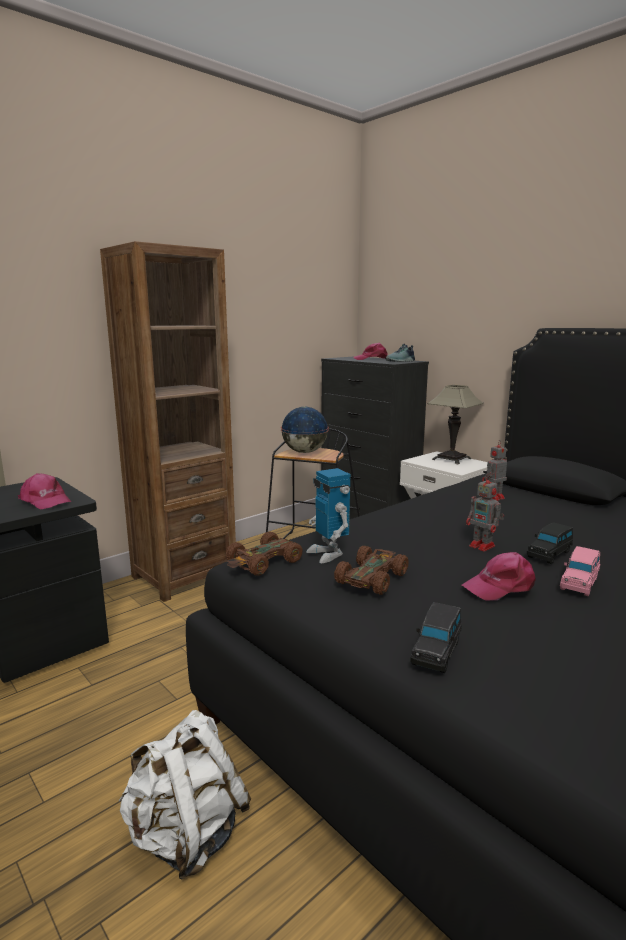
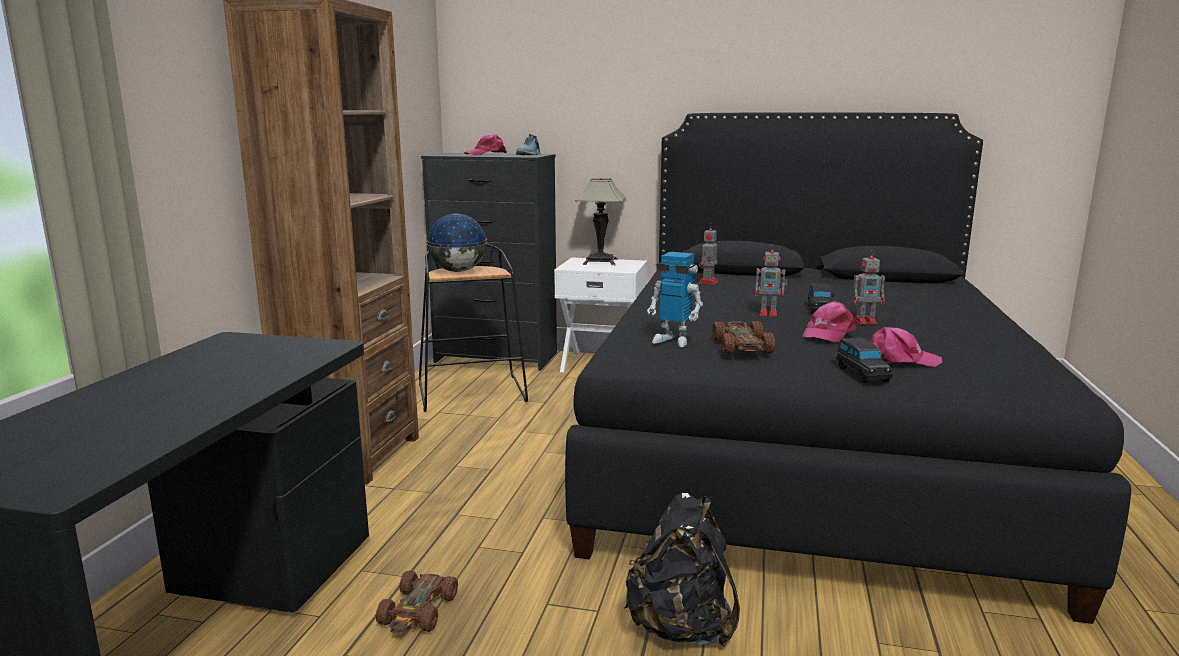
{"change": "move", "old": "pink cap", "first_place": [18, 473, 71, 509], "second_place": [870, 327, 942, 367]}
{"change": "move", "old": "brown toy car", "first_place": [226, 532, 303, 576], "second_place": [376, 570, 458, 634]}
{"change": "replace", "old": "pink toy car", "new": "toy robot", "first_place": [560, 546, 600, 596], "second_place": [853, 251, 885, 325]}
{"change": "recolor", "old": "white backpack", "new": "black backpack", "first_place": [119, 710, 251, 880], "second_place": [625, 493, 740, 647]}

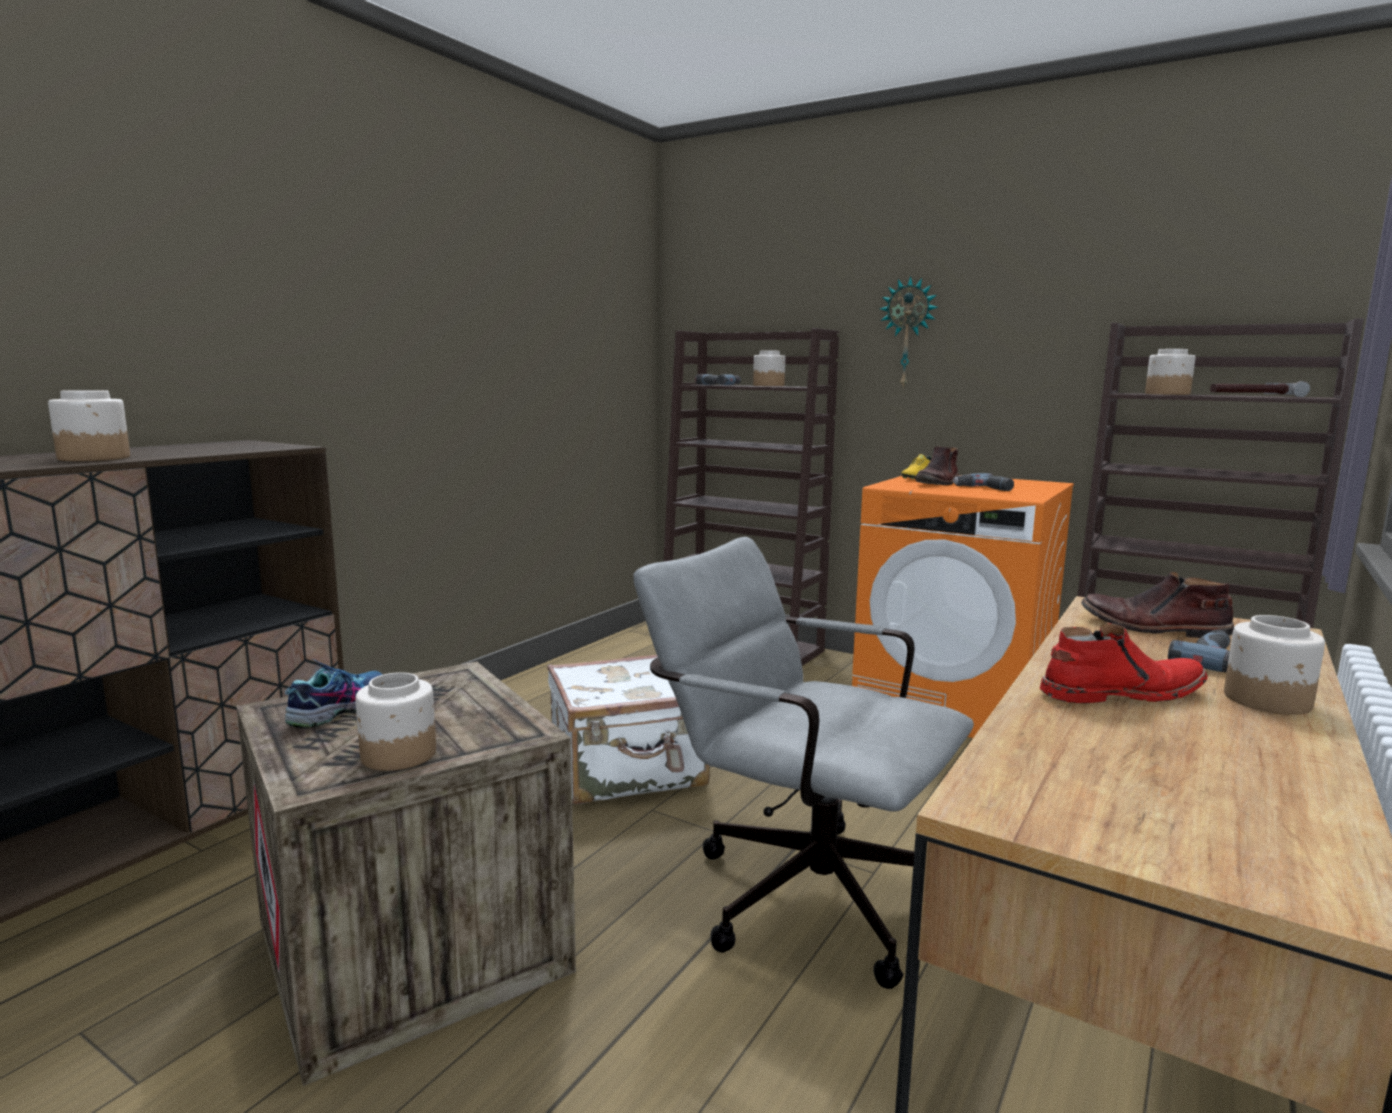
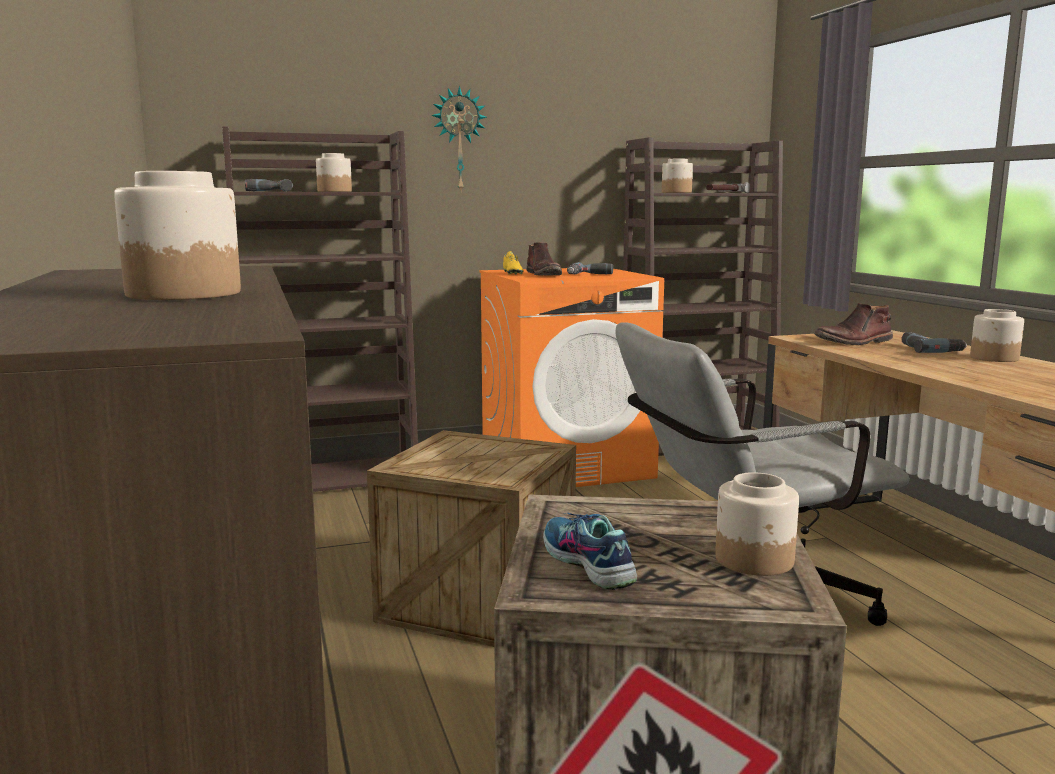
{"change": "delete", "old": "red boot", "first_place": [1040, 623, 1207, 703]}
{"change": "replace", "old": "white suitcase", "new": "crate", "first_place": [548, 655, 710, 805], "second_place": [367, 430, 576, 647]}

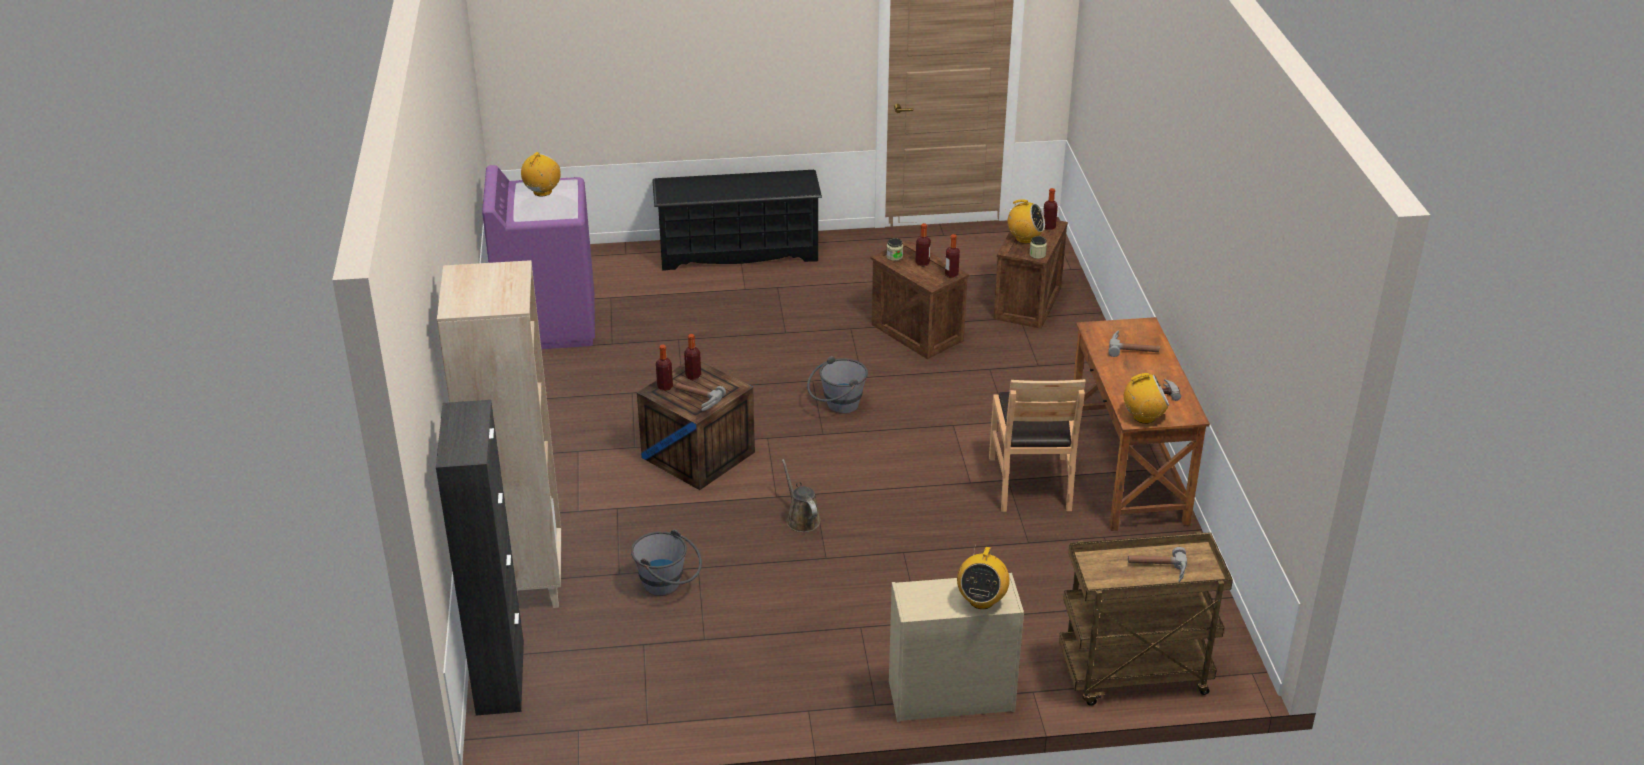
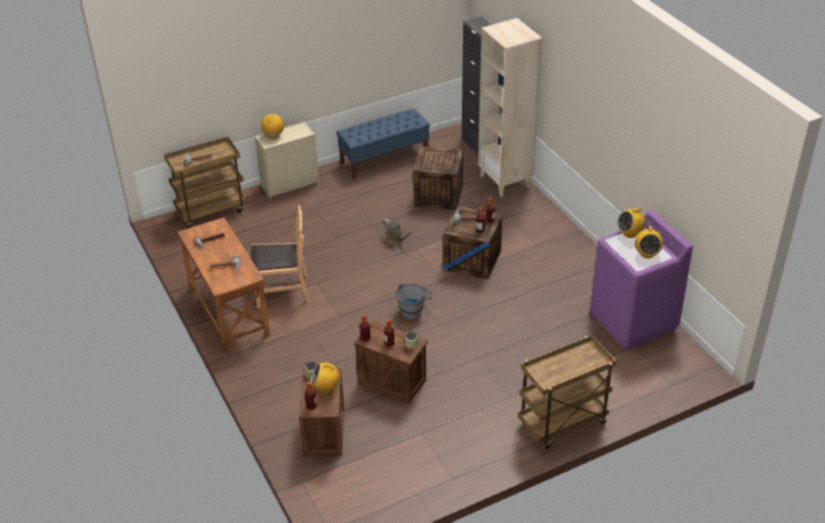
{"change": "insert", "new": "blue bench", "second_place": [336, 108, 430, 179]}
{"change": "move", "old": "radio", "first_place": [1124, 373, 1169, 424], "second_place": [617, 208, 645, 238]}
{"change": "replace", "old": "grey bucket", "new": "crate", "first_place": [631, 529, 702, 596], "second_place": [413, 146, 463, 210]}
{"change": "replace", "old": "black shoe rack", "new": "brown cart", "first_place": [652, 170, 822, 271], "second_place": [518, 335, 616, 449]}
{"change": "rotate", "old": "brown chair", "first_place": [989, 379, 1086, 512], "second_place": [251, 205, 309, 308], "degrees": 105}

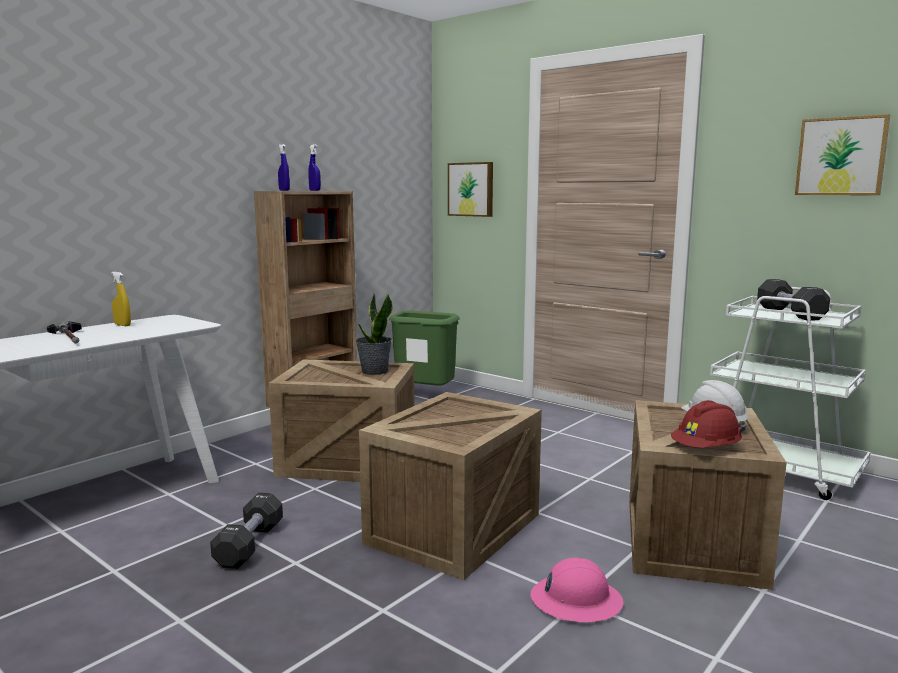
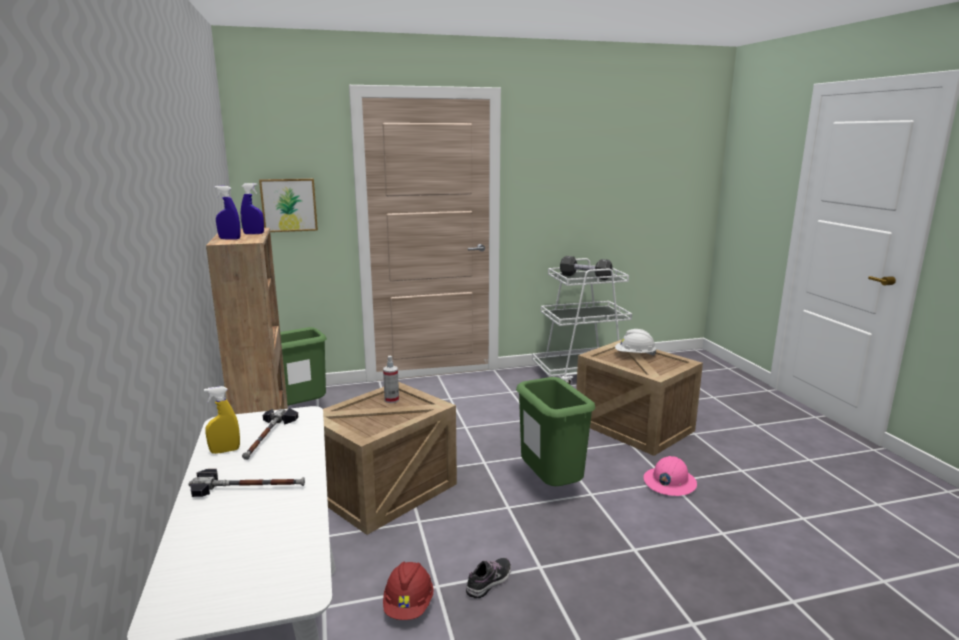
{"change": "delete", "old": "picture", "first_place": [795, 114, 890, 195]}
{"change": "insert", "new": "hammer", "second_place": [242, 408, 298, 460]}
{"change": "move", "old": "red hard hat", "first_place": [671, 400, 742, 448], "second_place": [383, 562, 434, 620]}
{"change": "replace", "old": "black dumbbell", "new": "shoe", "first_place": [210, 493, 283, 569], "second_place": [466, 558, 511, 598]}
{"change": "replace", "old": "potted plant", "new": "spray bottle", "first_place": [356, 294, 392, 375], "second_place": [383, 356, 399, 403]}
{"change": "replace", "old": "crate", "new": "green trash can", "first_place": [359, 392, 542, 580], "second_place": [516, 377, 595, 486]}

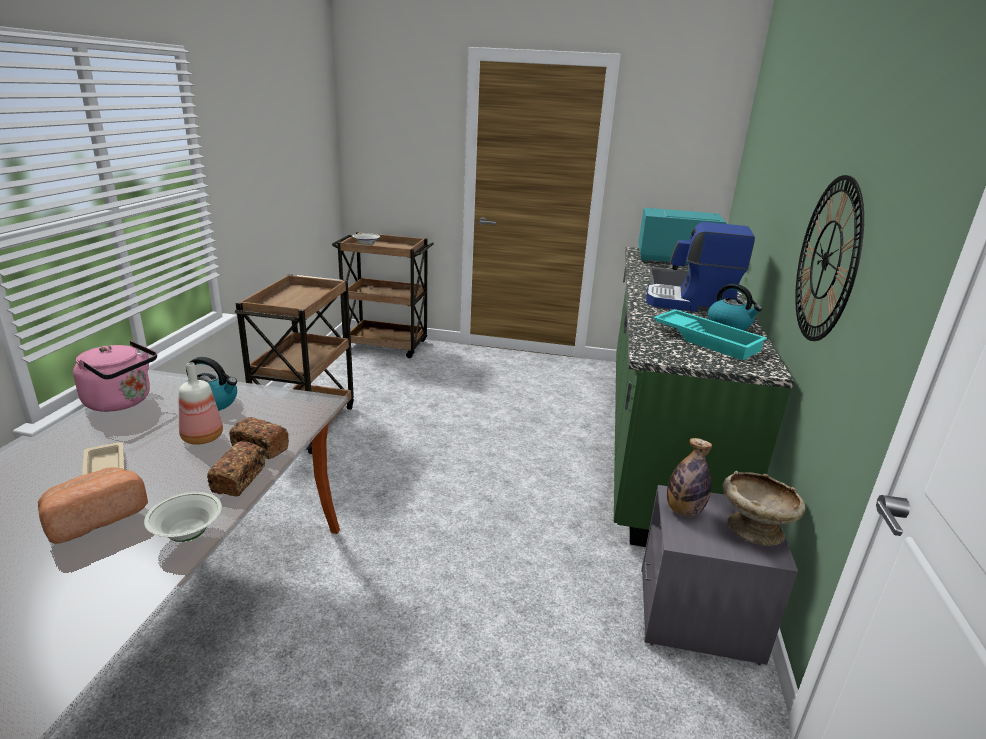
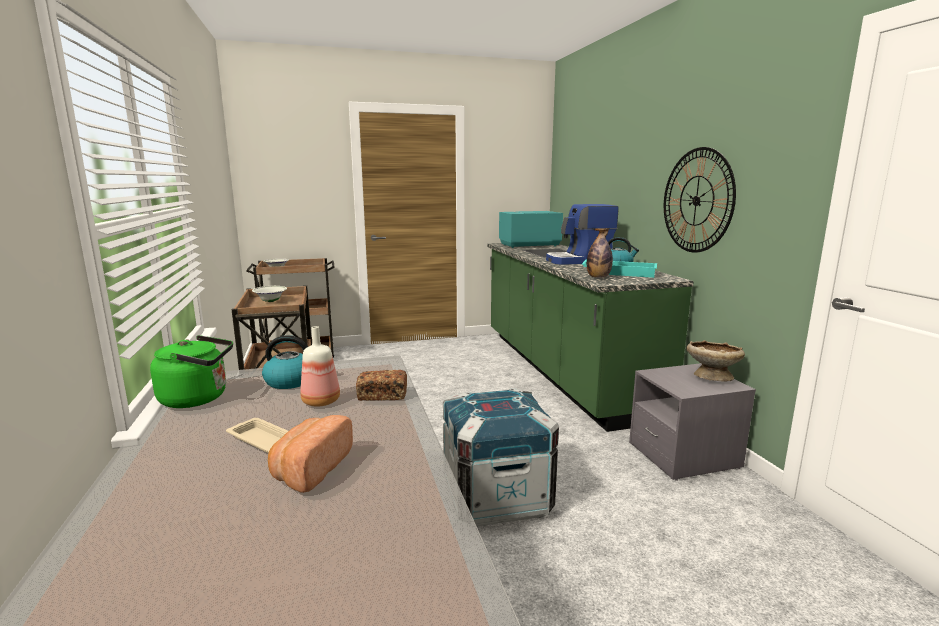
{"change": "delete", "old": "bread", "first_place": [207, 441, 266, 496]}
{"change": "insert", "new": "crate", "second_place": [443, 388, 559, 527]}
{"change": "move", "old": "white bowl", "first_place": [144, 492, 222, 542], "second_place": [252, 286, 287, 302]}
{"change": "move", "old": "bottle", "first_place": [667, 438, 712, 516], "second_place": [587, 228, 613, 278]}
{"change": "recolor", "old": "pink kettle", "new": "green kettle", "first_place": [73, 341, 157, 412], "second_place": [150, 335, 233, 408]}

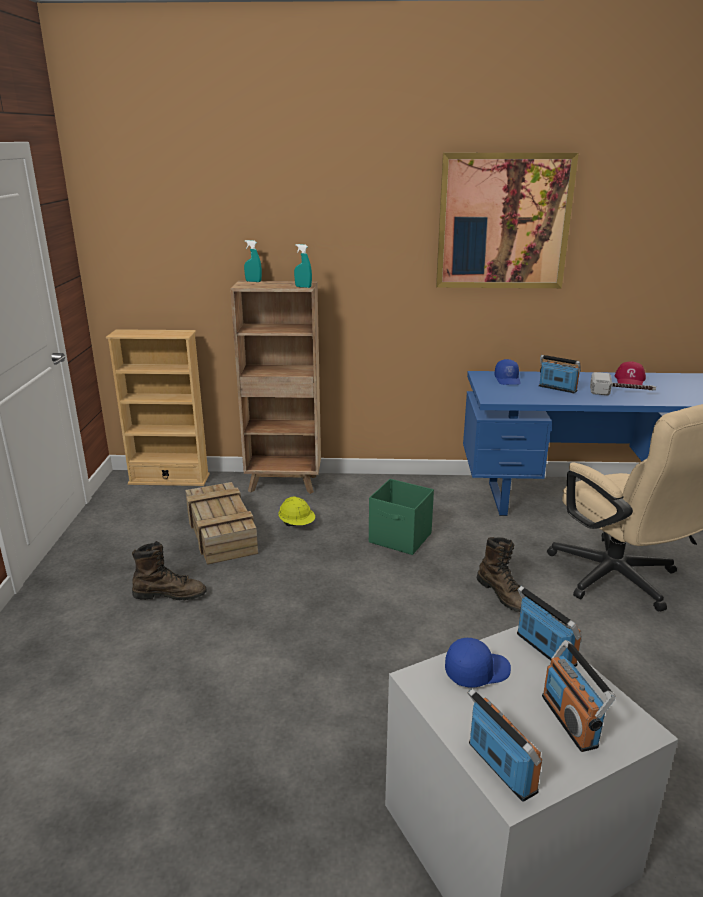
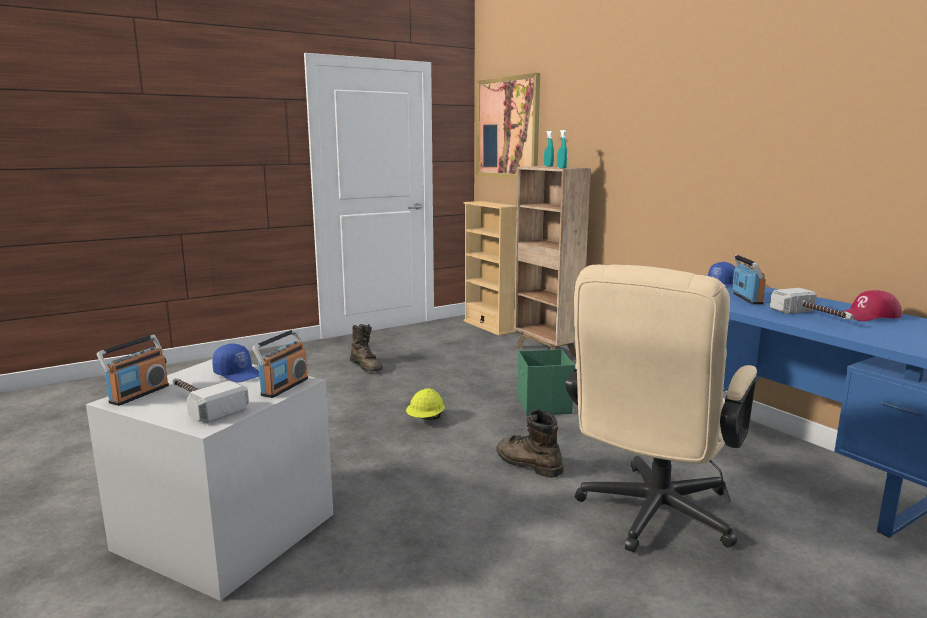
{"change": "delete", "old": "crate", "first_place": [185, 482, 258, 565]}
{"change": "move", "old": "yellow hard hat", "first_place": [278, 497, 315, 526], "second_place": [406, 388, 445, 420]}
{"change": "move", "old": "picture", "first_place": [436, 153, 579, 288], "second_place": [477, 73, 540, 179]}
{"change": "replace", "old": "radio", "new": "hammer", "first_place": [542, 640, 616, 752], "second_place": [173, 378, 249, 423]}
{"change": "rotate", "old": "brown boot", "first_place": [477, 537, 522, 612], "second_place": [496, 409, 563, 478], "degrees": 105}

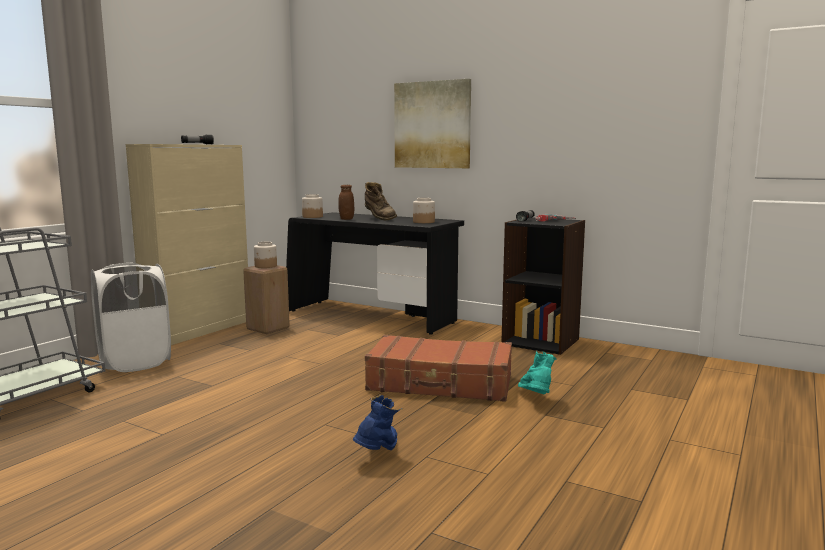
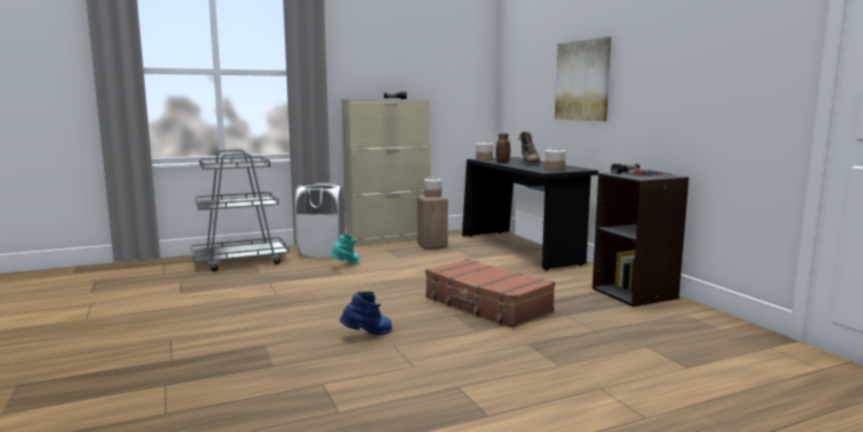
{"change": "move", "old": "turquoise boot", "first_place": [518, 350, 557, 395], "second_place": [329, 234, 359, 264]}

